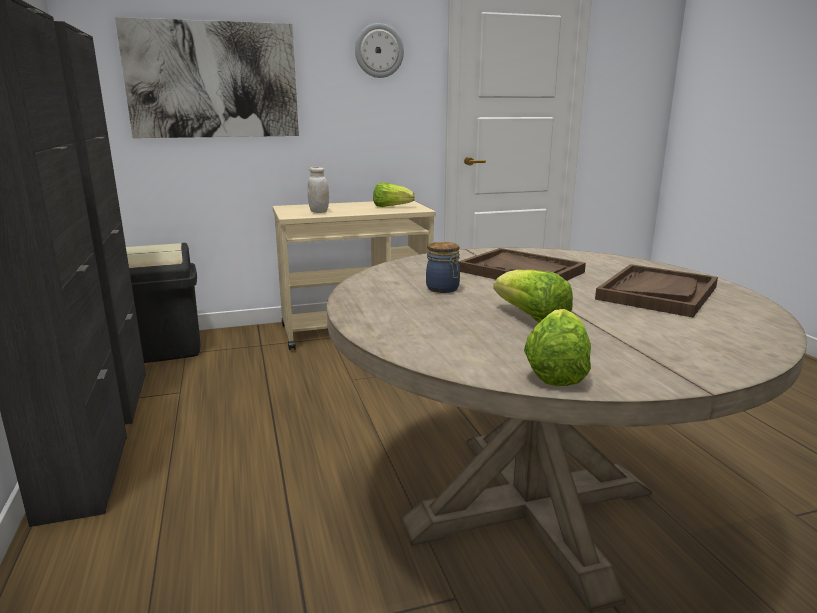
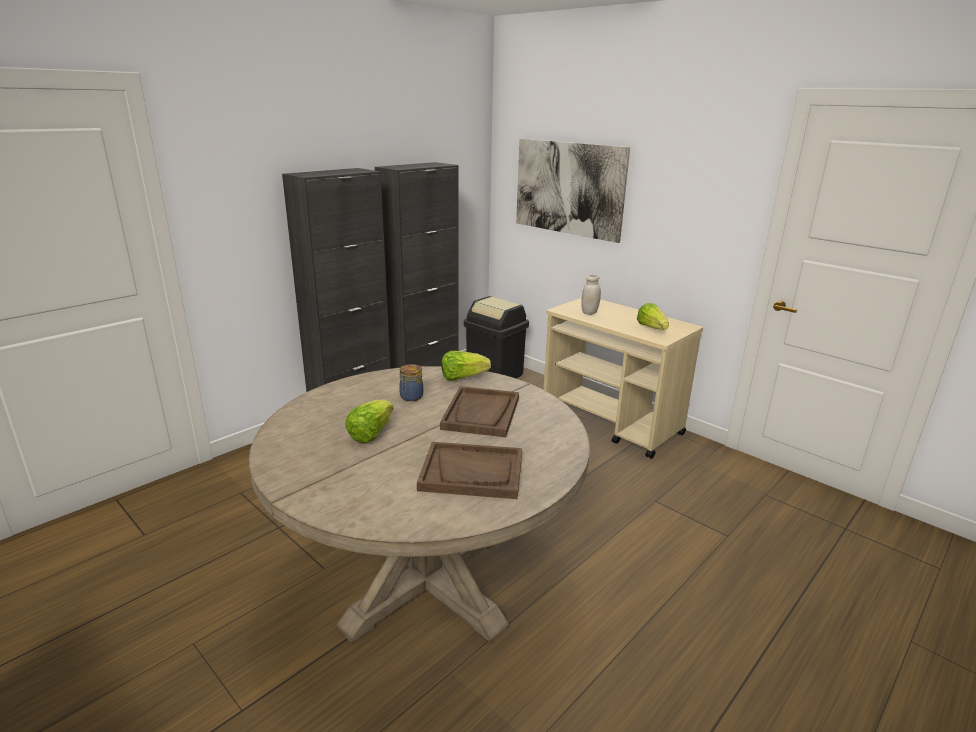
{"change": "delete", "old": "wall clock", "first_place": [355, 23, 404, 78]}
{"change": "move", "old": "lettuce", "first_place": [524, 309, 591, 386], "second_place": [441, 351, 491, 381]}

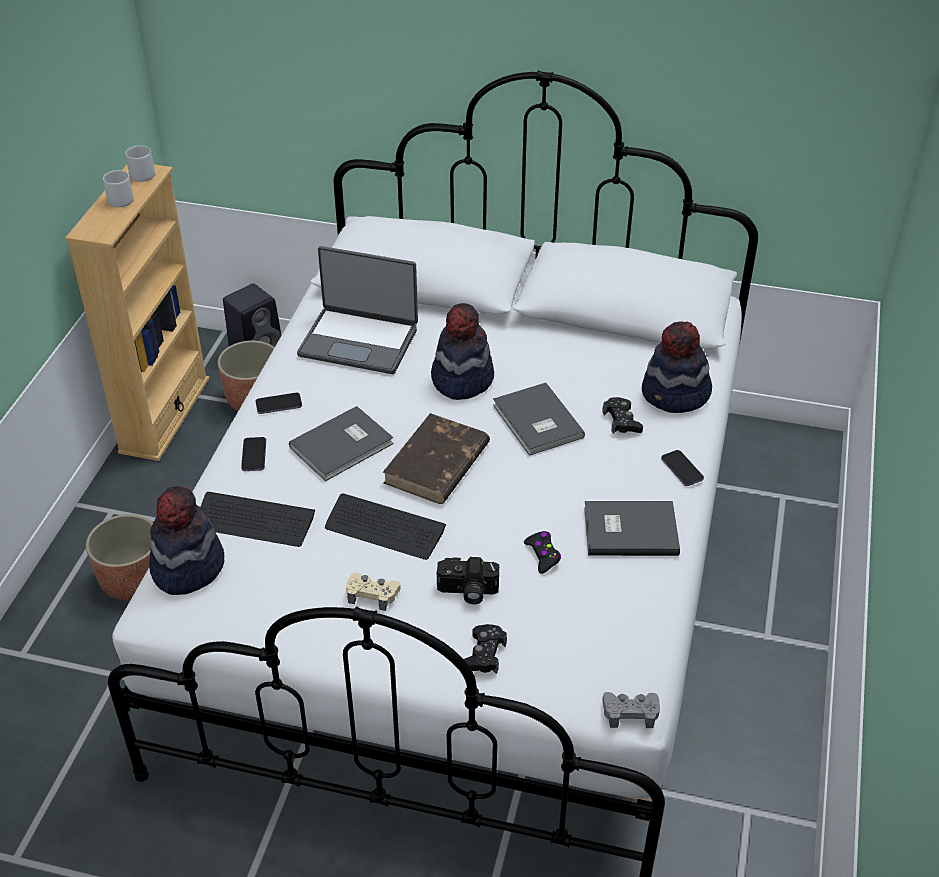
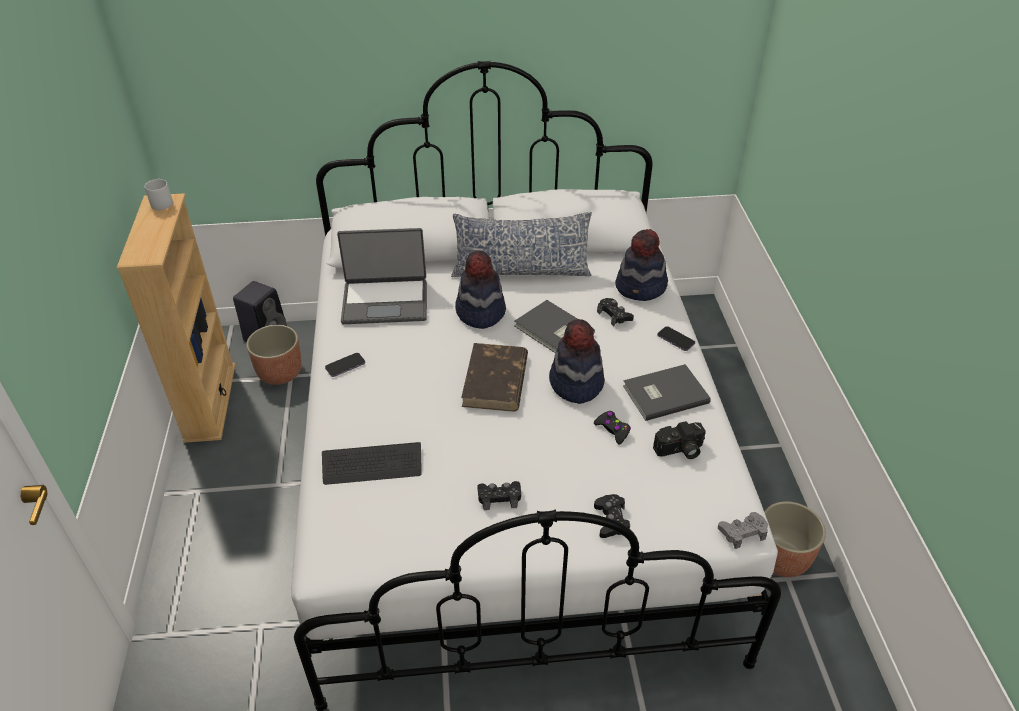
{"change": "delete", "old": "grey mug", "first_place": [103, 170, 134, 207]}
{"change": "delete", "old": "phone", "first_place": [241, 437, 266, 471]}
{"change": "delete", "old": "grey book", "first_place": [289, 406, 394, 481]}
{"change": "delete", "old": "keyboard", "first_place": [325, 493, 446, 560]}
{"change": "insert", "new": "pillow", "second_place": [451, 212, 592, 277]}
{"change": "move", "old": "planter", "first_place": [86, 514, 153, 600], "second_place": [764, 501, 826, 577]}
{"change": "move", "old": "hat", "first_place": [149, 486, 224, 595], "second_place": [549, 319, 605, 404]}
{"change": "move", "old": "photo camera", "first_place": [437, 557, 499, 604], "second_place": [653, 421, 706, 459]}
{"change": "recolor", "old": "beige game controller", "new": "black game controller", "first_place": [346, 573, 401, 611], "second_place": [477, 481, 521, 510]}

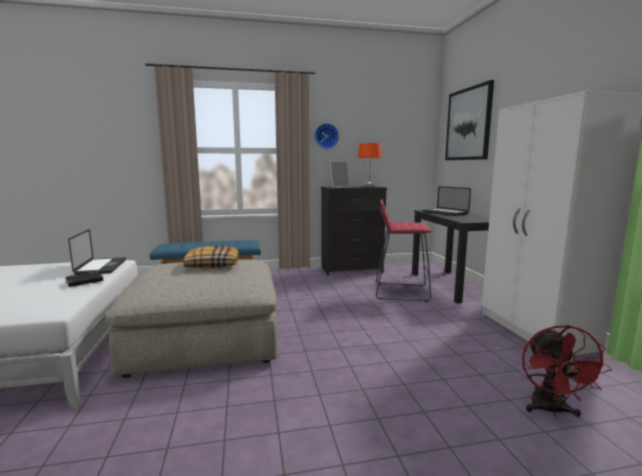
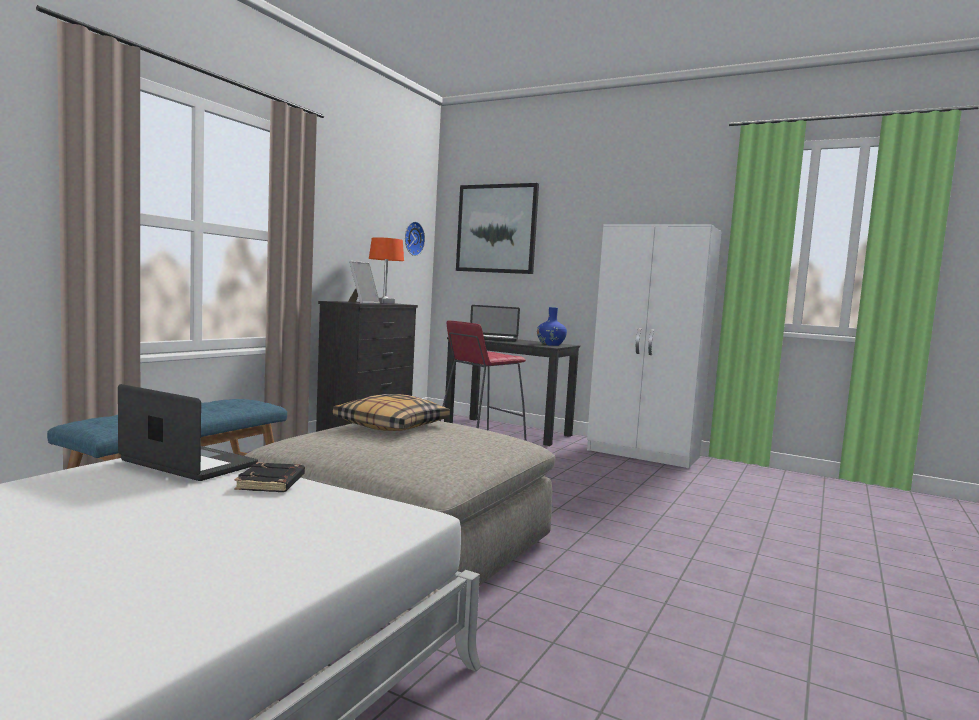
{"change": "delete", "old": "red fan", "first_place": [522, 325, 612, 417]}
{"change": "insert", "new": "blue vase", "second_place": [537, 307, 567, 346]}
{"change": "move", "old": "wall clock", "first_place": [315, 123, 339, 149], "second_place": [405, 221, 425, 256]}

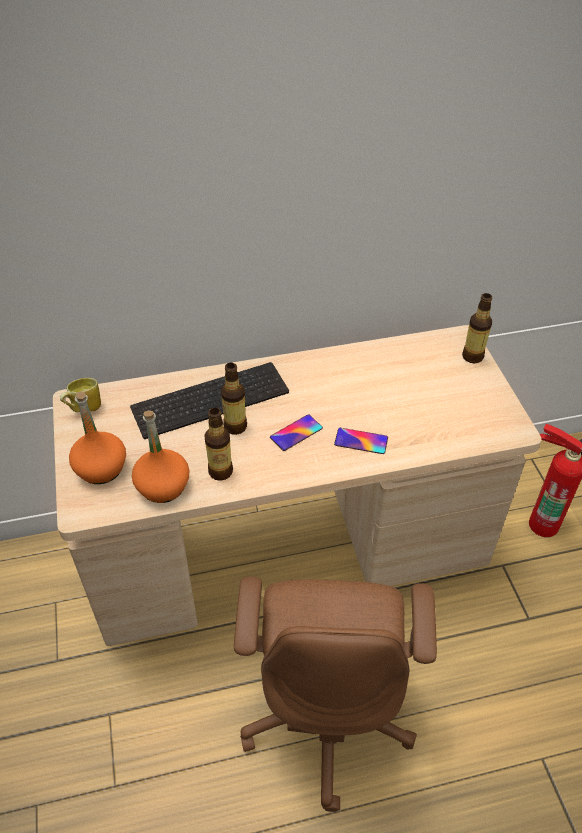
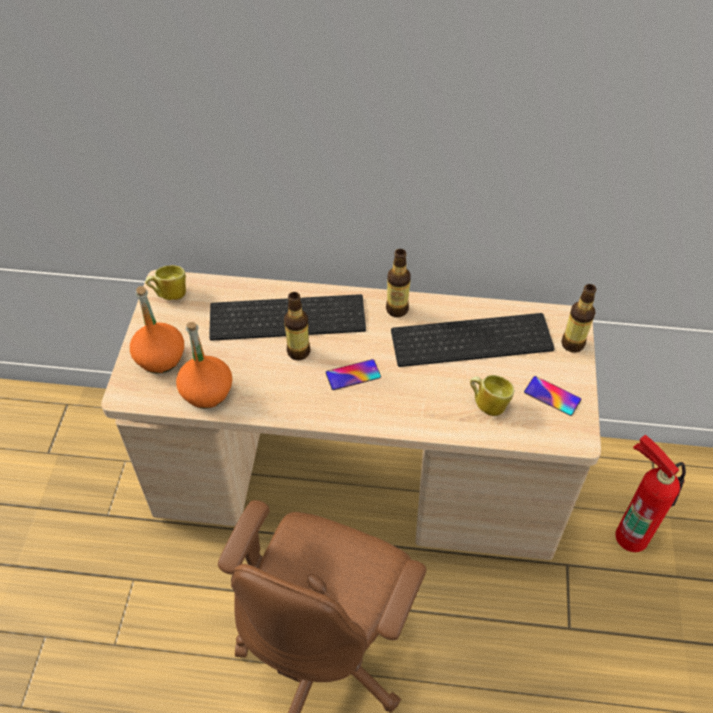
{"change": "insert", "new": "keyboard", "second_place": [391, 313, 555, 367]}
{"change": "insert", "new": "mug", "second_place": [470, 375, 515, 416]}
{"change": "move", "old": "bottle", "first_place": [204, 408, 233, 481], "second_place": [386, 249, 411, 317]}
{"change": "move", "old": "phone", "first_place": [334, 428, 388, 454], "second_place": [524, 376, 581, 416]}

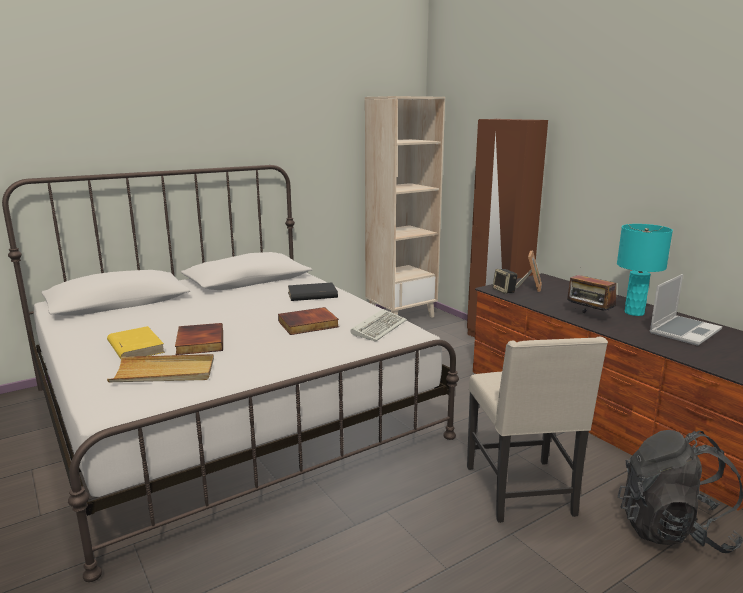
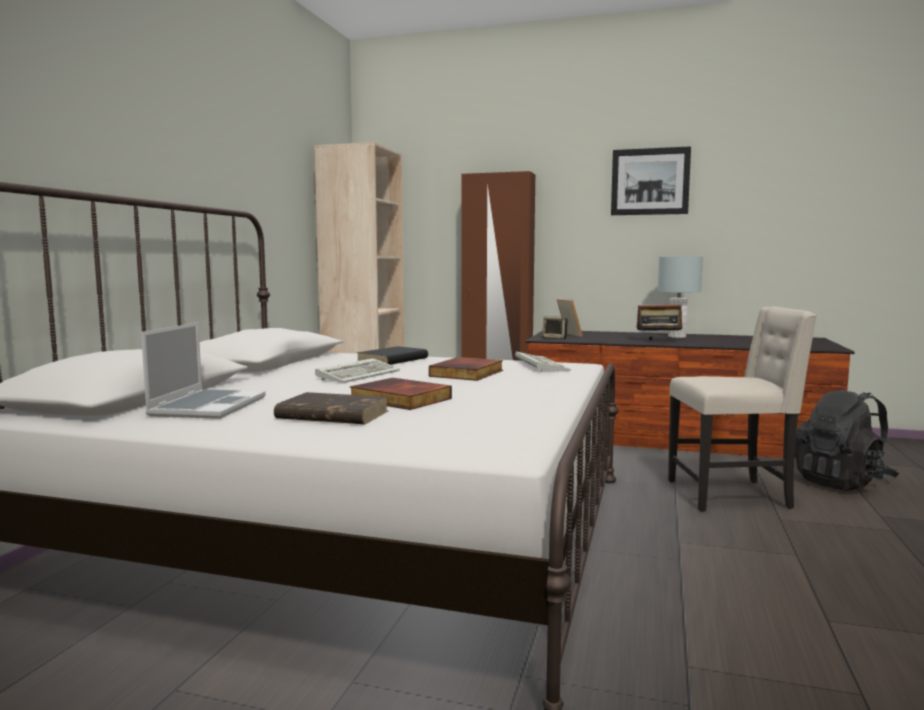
{"change": "delete", "old": "beige tray", "first_place": [107, 354, 214, 382]}
{"change": "insert", "new": "keyboard", "second_place": [315, 358, 400, 383]}
{"change": "insert", "new": "picture", "second_place": [611, 146, 691, 215]}
{"change": "move", "old": "laptop", "first_place": [650, 274, 722, 346], "second_place": [141, 322, 266, 419]}
{"change": "recolor", "old": "yellow book", "new": "brown book", "first_place": [107, 326, 165, 359], "second_place": [274, 392, 388, 424]}
{"change": "recolor", "old": "turquoise table lamp", "new": "grey table lamp", "first_place": [617, 224, 673, 316], "second_place": [658, 256, 703, 338]}
{"change": "rotate", "old": "beige chair", "first_place": [467, 337, 608, 523], "second_place": [668, 307, 817, 512], "degrees": -45}

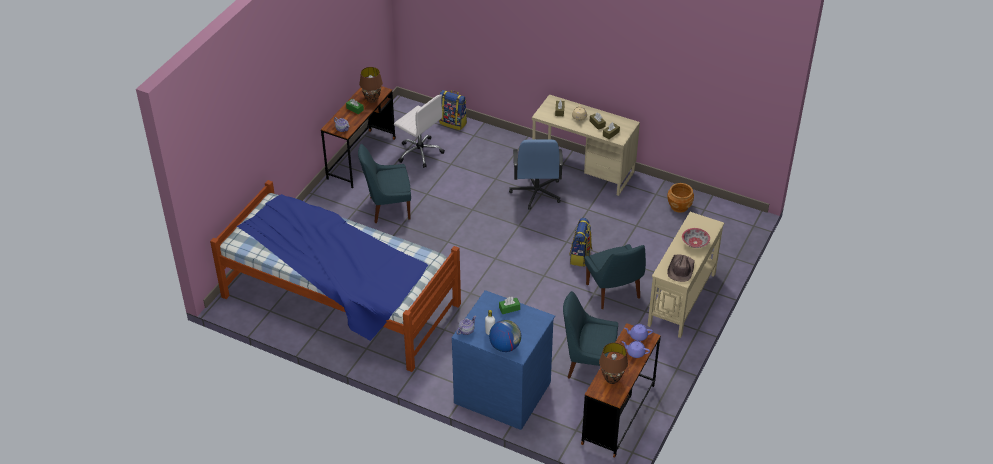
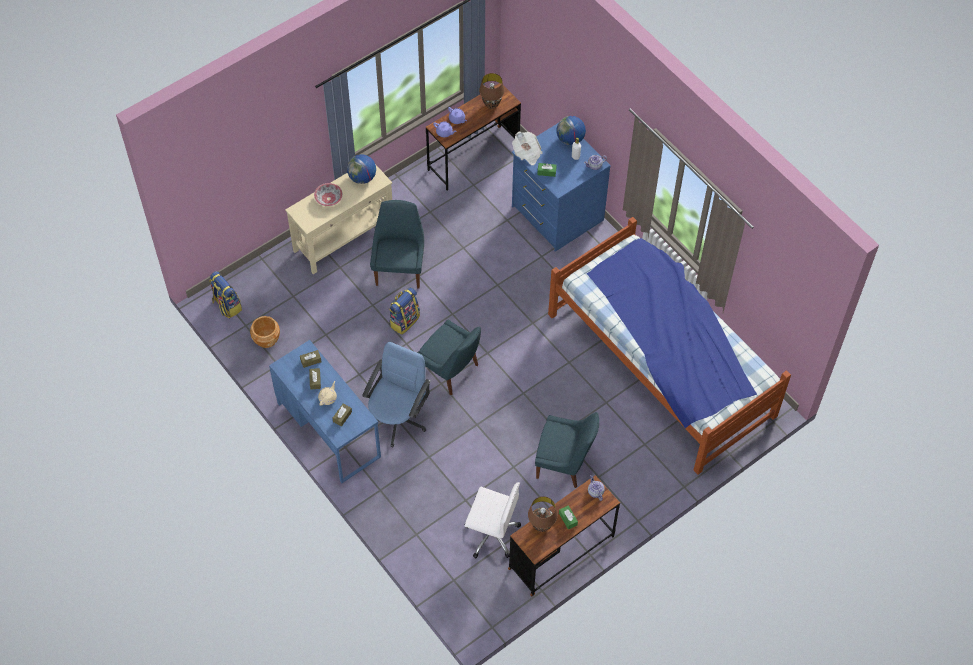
{"change": "insert", "new": "newspaper", "second_place": [512, 132, 543, 165]}
{"change": "move", "old": "backpack", "first_place": [439, 90, 467, 130], "second_place": [209, 271, 242, 318]}
{"change": "move", "old": "blue chair", "first_place": [563, 291, 618, 379], "second_place": [417, 320, 481, 395]}
{"change": "replace", "old": "brown hat", "new": "globe", "first_place": [667, 255, 695, 282], "second_place": [347, 154, 376, 184]}
{"change": "recolor", "old": "beige desk", "new": "blue desk", "first_place": [532, 94, 640, 196], "second_place": [269, 340, 381, 483]}
{"change": "rotate", "old": "white office chair", "first_place": [394, 94, 445, 168], "second_place": [464, 482, 521, 558], "degrees": 135}

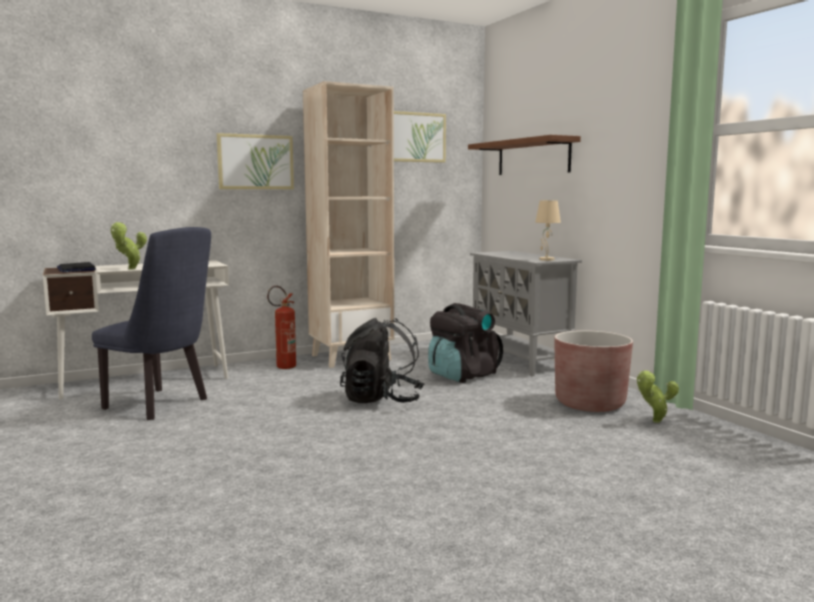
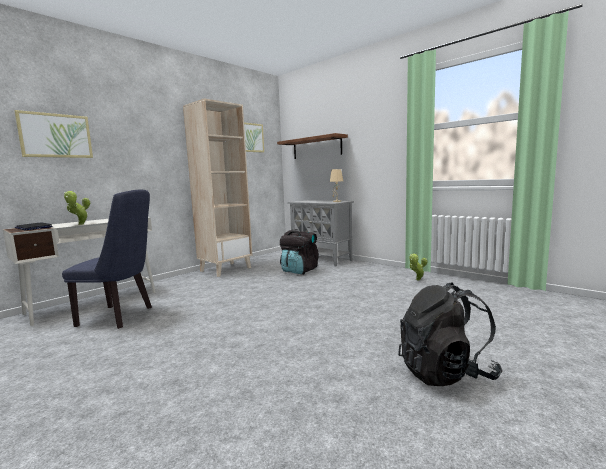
{"change": "delete", "old": "fire extinguisher", "first_place": [267, 286, 296, 369]}
{"change": "delete", "old": "brown planter", "first_place": [555, 330, 633, 412]}
{"change": "move", "old": "picture", "first_place": [217, 133, 294, 189], "second_place": [14, 110, 93, 158]}
{"change": "move", "old": "black backpack", "first_place": [340, 318, 424, 403], "second_place": [398, 282, 502, 386]}

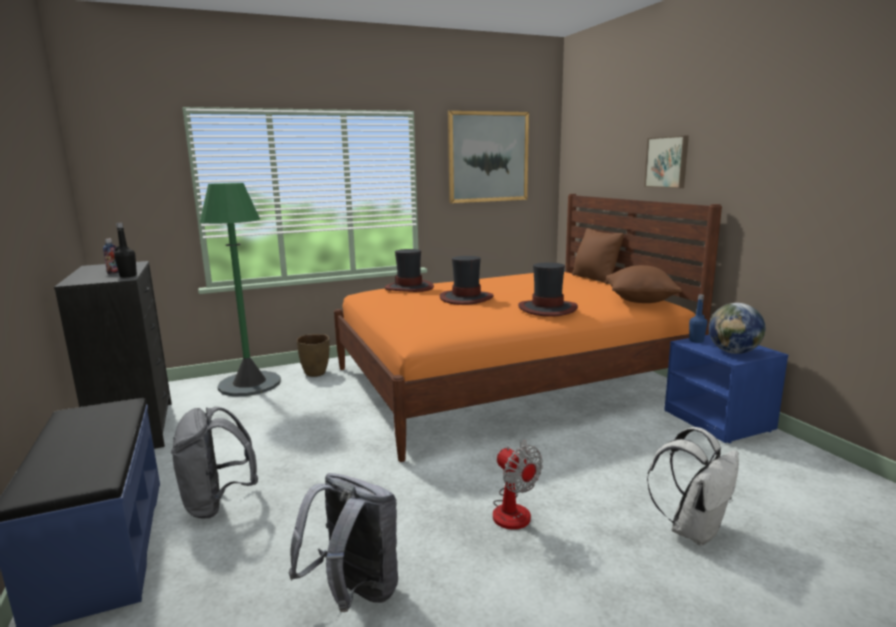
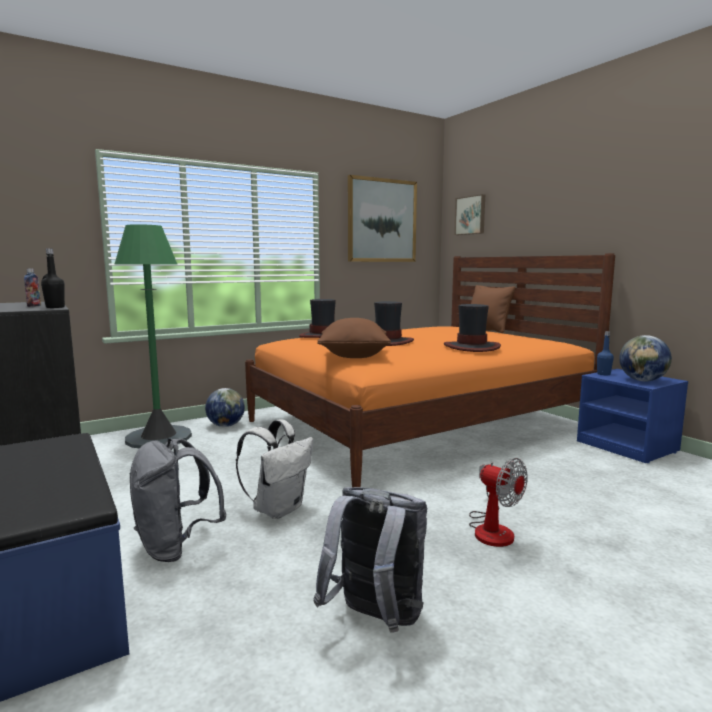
{"change": "move", "old": "brown pillow", "first_place": [606, 265, 682, 303], "second_place": [317, 318, 391, 358]}
{"change": "move", "old": "picture", "first_place": [644, 136, 689, 188], "second_place": [454, 194, 485, 235]}
{"change": "move", "old": "white backpack", "first_place": [647, 427, 739, 545], "second_place": [236, 419, 313, 519]}
{"change": "replace", "old": "brown vase", "new": "globe", "first_place": [297, 334, 330, 377], "second_place": [205, 388, 245, 427]}

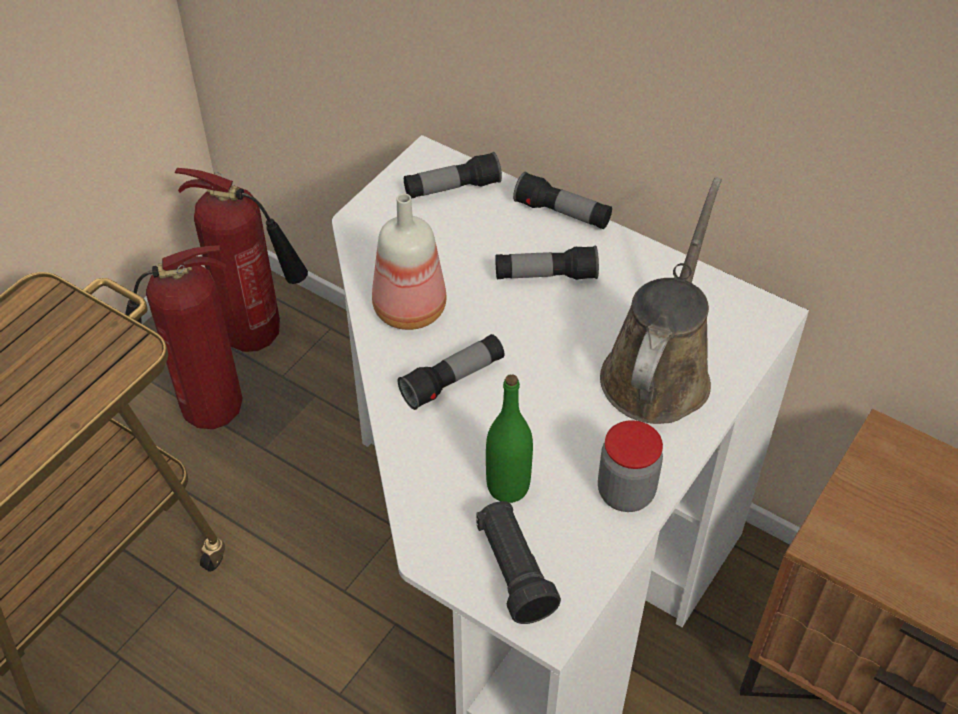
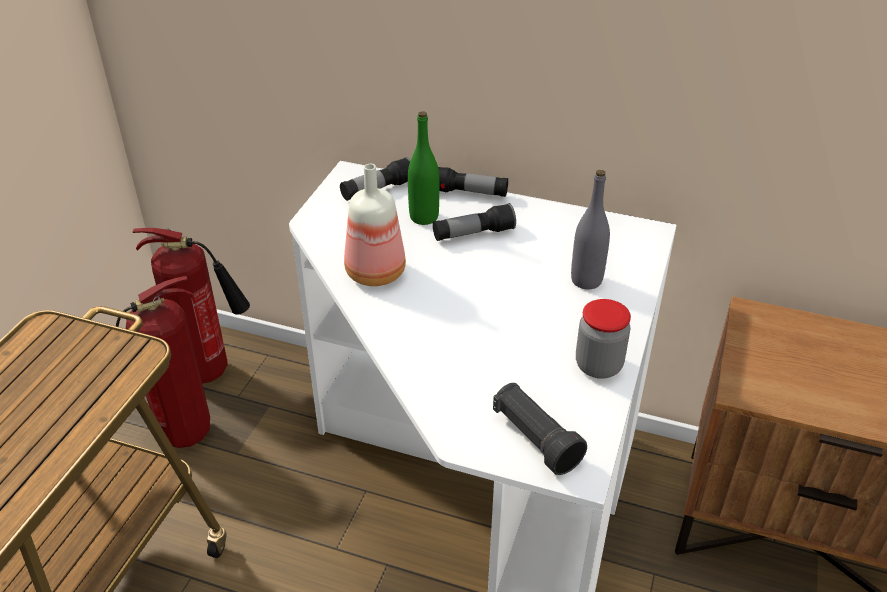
{"change": "delete", "old": "flashlight", "first_place": [398, 334, 505, 410]}
{"change": "move", "old": "green bottle", "first_place": [486, 374, 533, 503], "second_place": [408, 111, 439, 225]}
{"change": "replace", "old": "brown watering can", "new": "grey bottle", "first_place": [600, 177, 722, 424], "second_place": [571, 170, 610, 290]}

